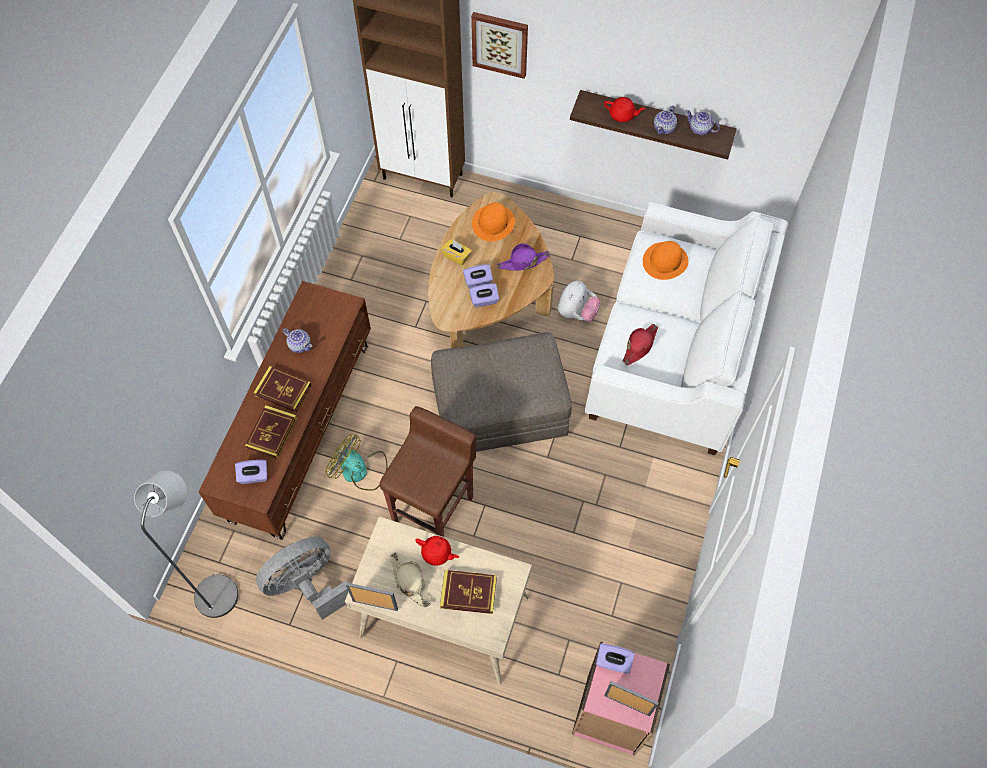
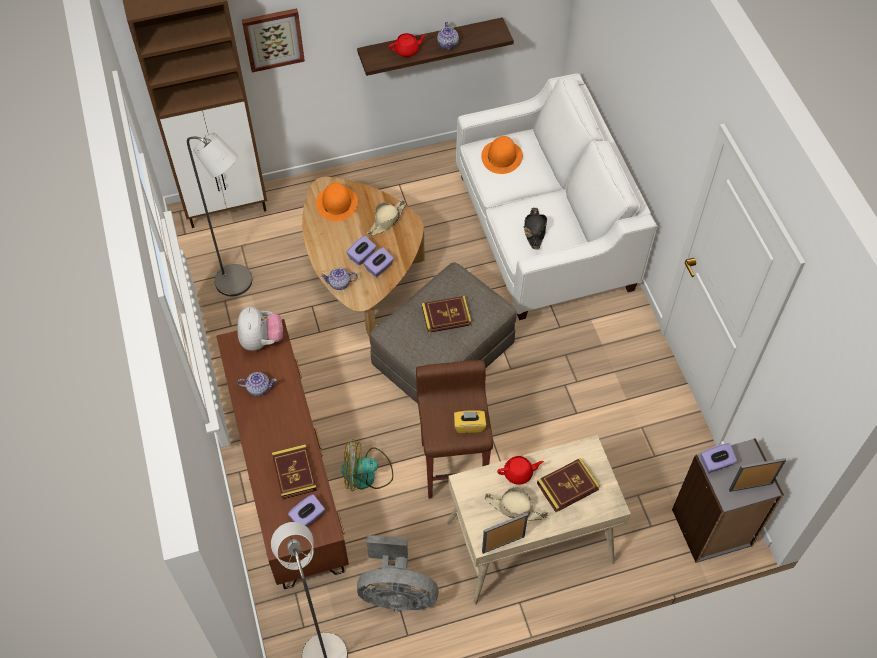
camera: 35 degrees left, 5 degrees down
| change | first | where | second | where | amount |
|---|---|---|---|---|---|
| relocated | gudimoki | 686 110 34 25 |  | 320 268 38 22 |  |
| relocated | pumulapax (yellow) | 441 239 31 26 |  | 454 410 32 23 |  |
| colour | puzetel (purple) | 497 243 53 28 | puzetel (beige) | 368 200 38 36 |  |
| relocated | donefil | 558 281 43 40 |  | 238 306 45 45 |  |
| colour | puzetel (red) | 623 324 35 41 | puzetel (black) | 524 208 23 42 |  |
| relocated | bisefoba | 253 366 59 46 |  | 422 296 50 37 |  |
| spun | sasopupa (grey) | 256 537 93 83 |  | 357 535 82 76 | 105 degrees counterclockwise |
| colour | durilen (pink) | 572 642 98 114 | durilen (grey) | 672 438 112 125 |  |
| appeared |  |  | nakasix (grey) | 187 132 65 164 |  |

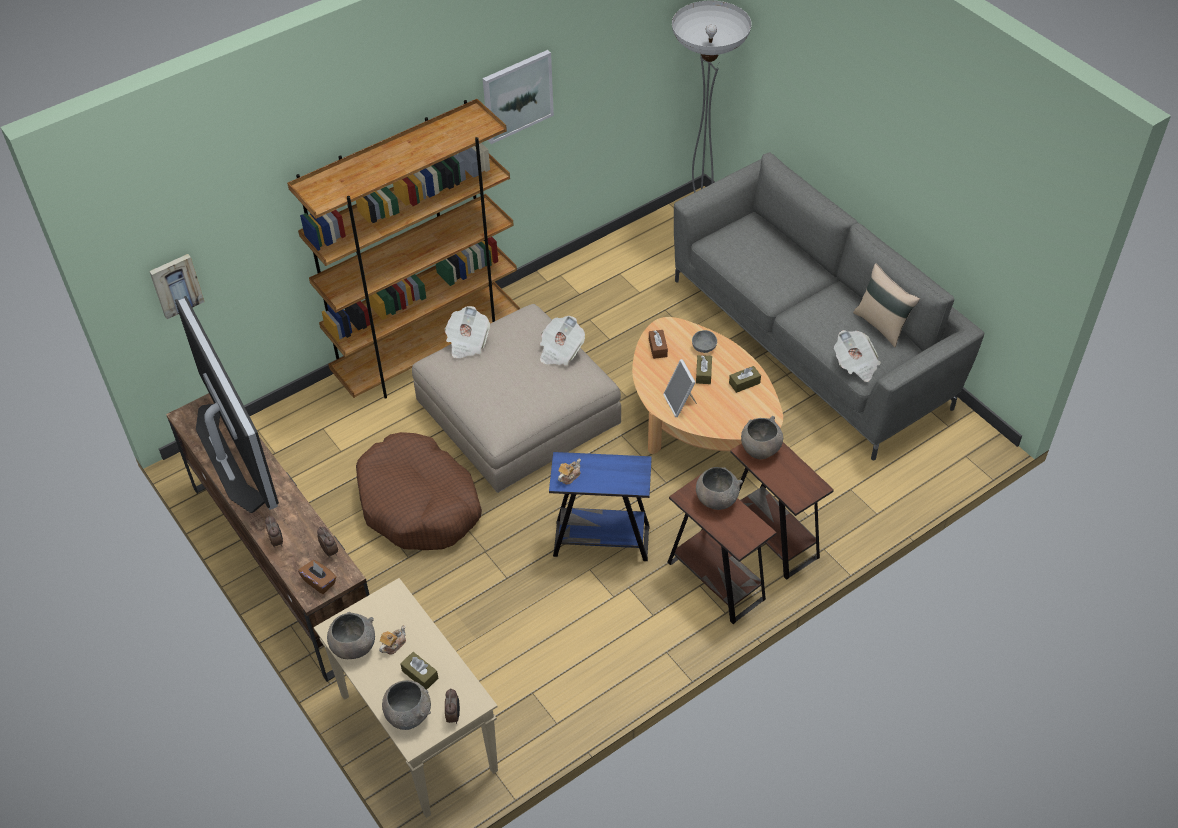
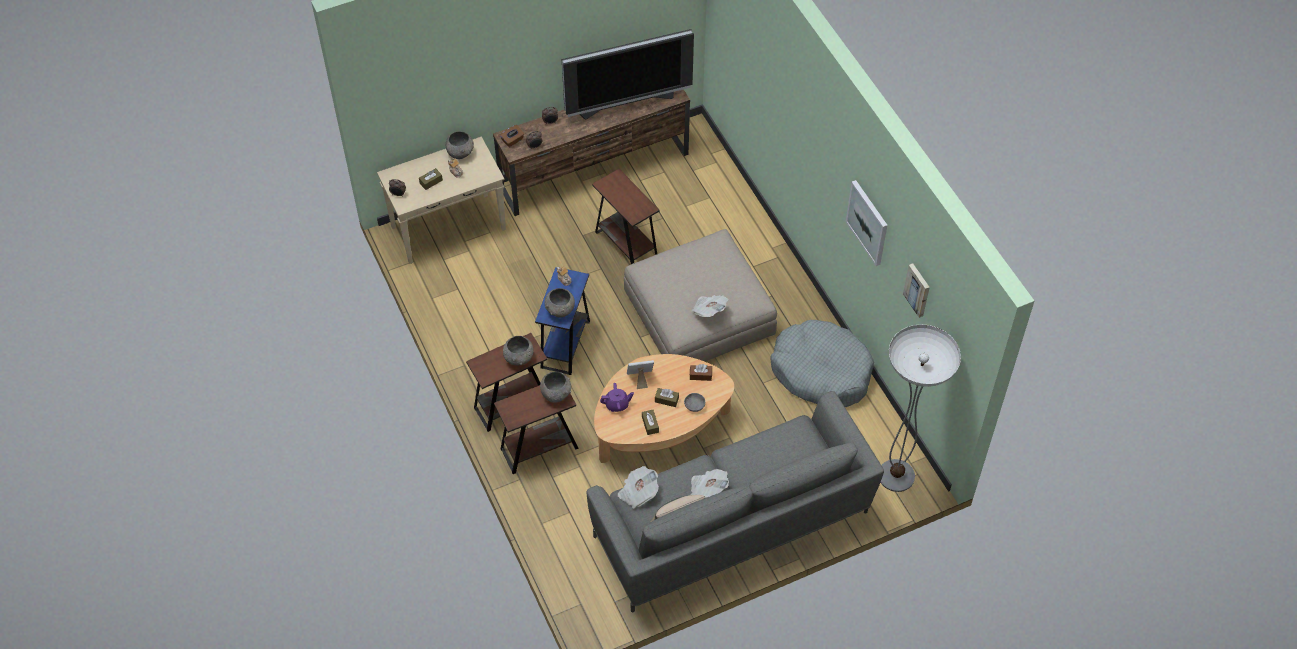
camera: 100 degrees right, 5 degrees up
| change | first | where | second | where | amount |
|---|---|---|---|---|---|
| missing | durilen (brown) | 287 99 233 300 |  |  |  |
| relocated | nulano | 149 254 56 65 |  | 903 263 27 55 |  |
| relocated | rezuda | 445 306 45 52 |  | 691 469 38 29 |  |
| exchanged | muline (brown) | 356 432 126 118 | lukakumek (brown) | 592 169 68 95 |  |
| relocated | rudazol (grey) | 382 680 49 50 |  | 544 288 31 30 |  |
| appeared |  |  | muline (grey) | 770 320 104 87 |  |
| appeared |  |  | gudimoki (purple) | 600 383 34 29 |  |

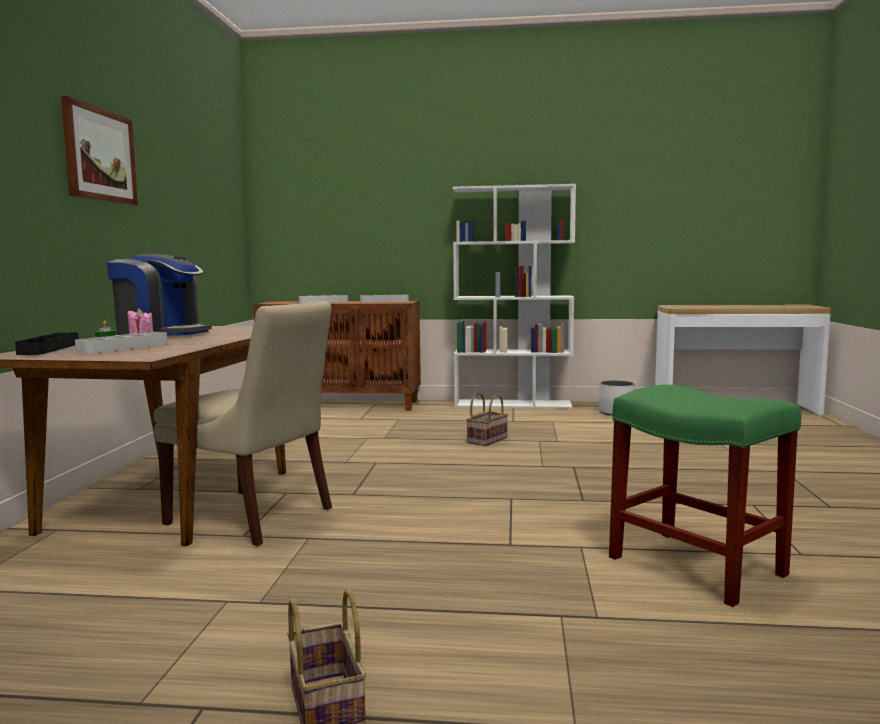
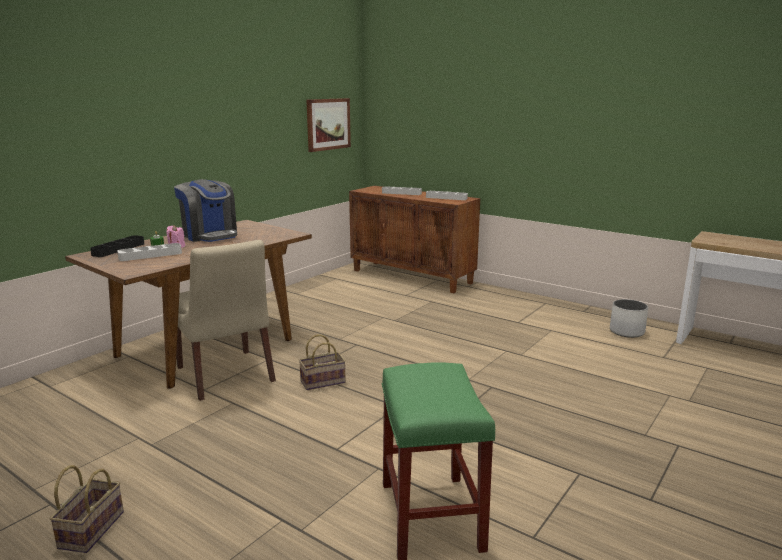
camera: 30 degrees right, 10 degrees up
| change | first | where | second | where | amount |
|---|---|---|---|---|---|
| relocated | nulano | 61 96 77 109 |  | 306 98 45 54 |  |
| missing | durilen (white) | 453 184 123 225 |  |  |  |
| relocated | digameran | 466 392 42 54 |  | 299 334 47 56 |  |

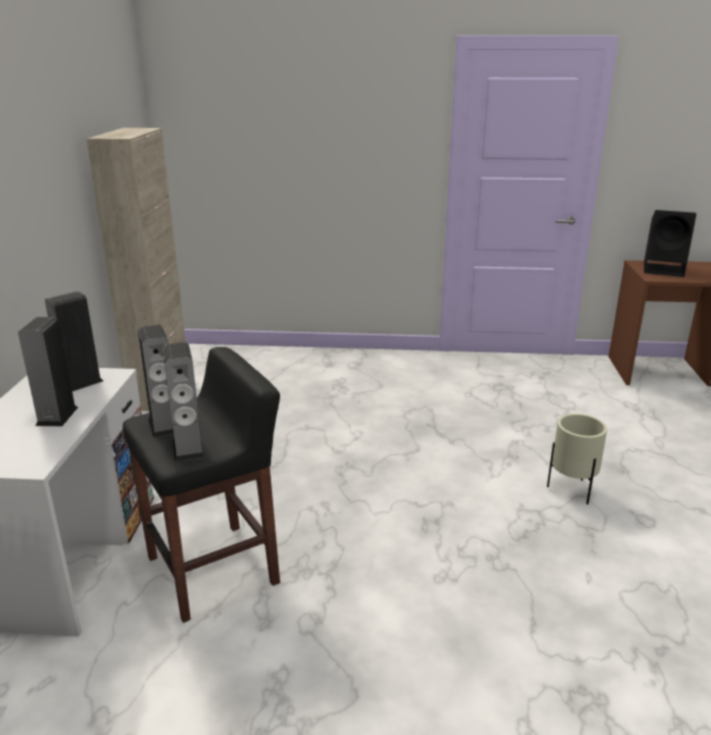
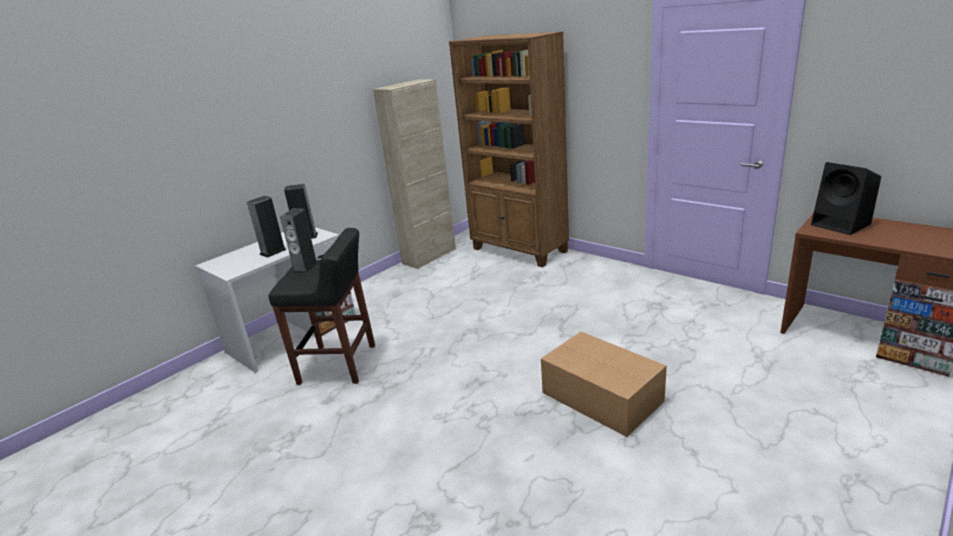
camera: 40 degrees right, 0 degrees up
| change | first | where | second | where | amount |
|---|---|---|---|---|---|
| missing | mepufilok | 163 342 42 120 |  |  |  |
| exchanged | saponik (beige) | 547 414 60 91 | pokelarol | 541 331 126 106 |  |
| appeared |  |  | durilen (brown) | 449 32 120 235 |  |

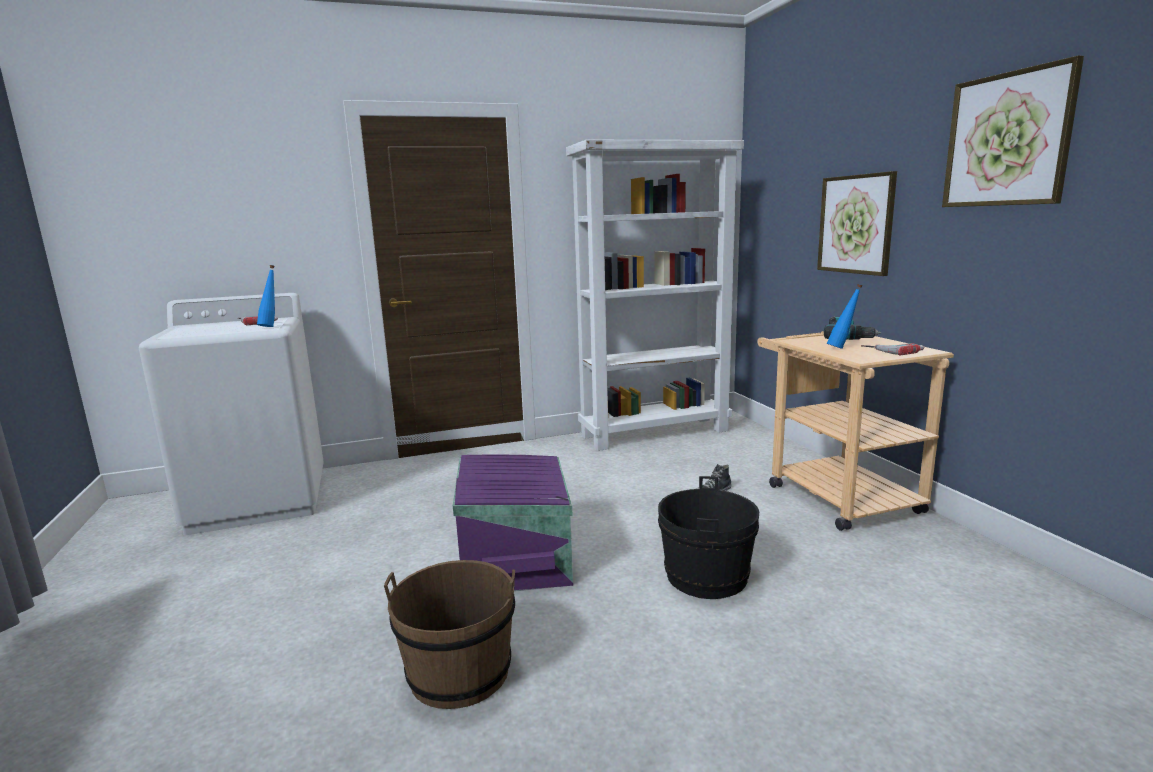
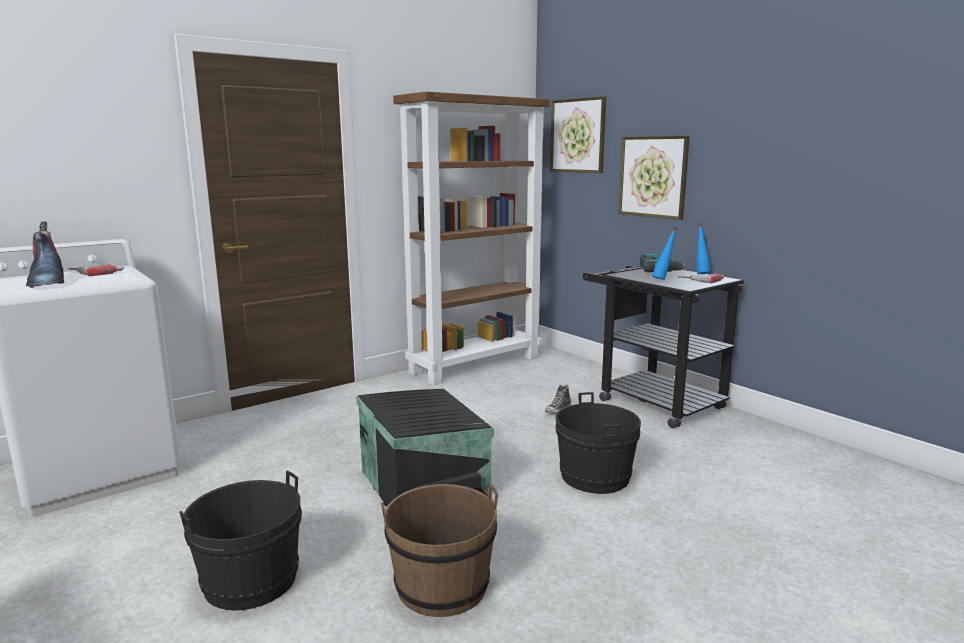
camera: 20 degrees left, 0 degrees up
| change | first | where | second | where | amount |
|---|---|---|---|---|---|
| relocated | nulano | 942 56 142 151 |  | 550 96 56 77 |  |
| colour | durilen (white) | 566 140 178 311 | durilen (brown) | 393 91 157 294 |  |
| relocated | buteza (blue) | 257 265 18 62 |  | 696 223 14 51 |  |
| colour | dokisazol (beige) | 757 331 197 200 | dokisazol (black) | 583 266 161 162 |  |
| colour | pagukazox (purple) | 453 454 120 138 | pagukazox (black) | 356 389 138 117 |  |
| appeared |  |  | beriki | 26 221 38 67 |  |
| appeared |  |  | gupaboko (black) | 179 470 123 141 |  |

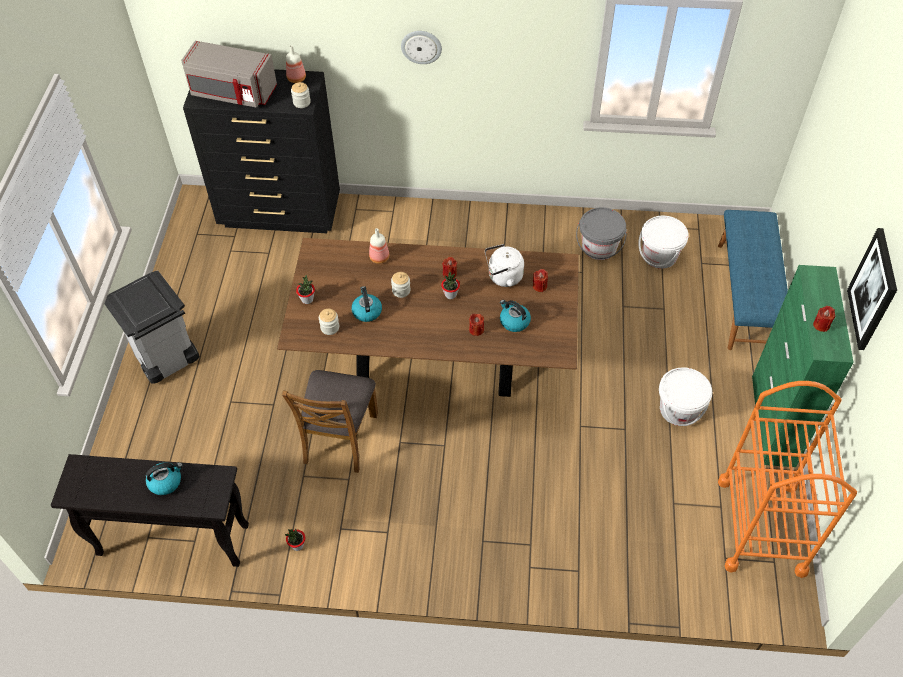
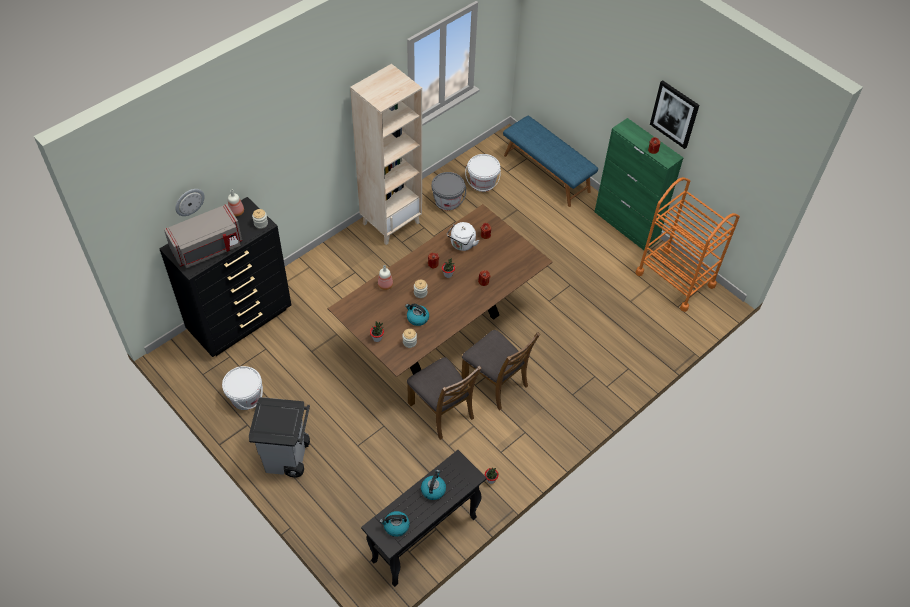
camera: 50 degrees left, 0 degrees up
| change | first | where | second | where | amount |
|---|---|---|---|---|---|
| relocated | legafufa | 401 31 41 33 |  | 175 189 30 27 |  |
| relocated | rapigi | 500 300 31 32 |  | 379 511 31 26 |  |
| relocated | gupaboko (white) | 659 367 53 59 |  | 222 366 41 44 |  |
| appeared |  |  | durilen (beige) | 350 64 72 181 |  |
| appeared |  |  | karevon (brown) | 461 330 79 80 |  |

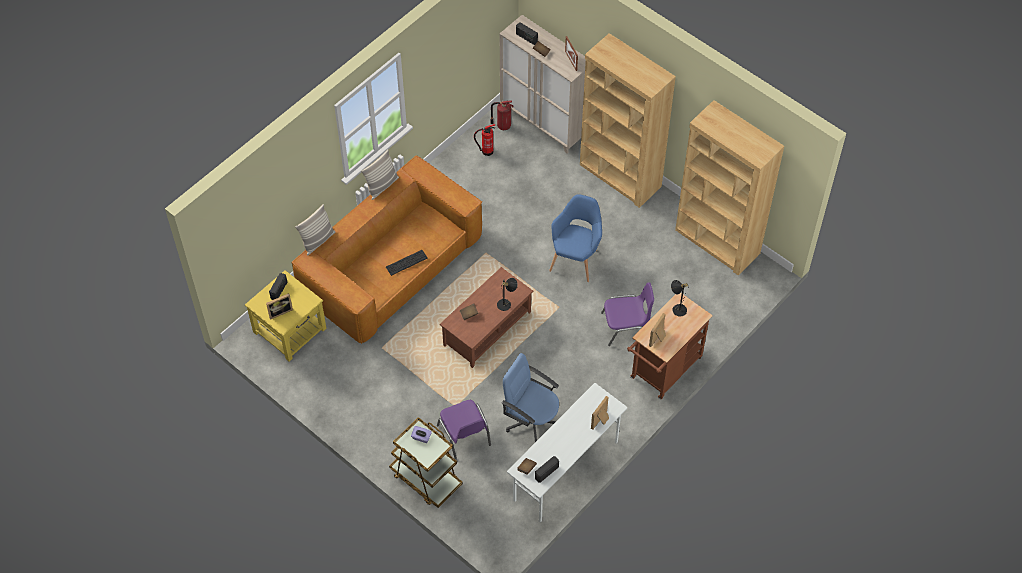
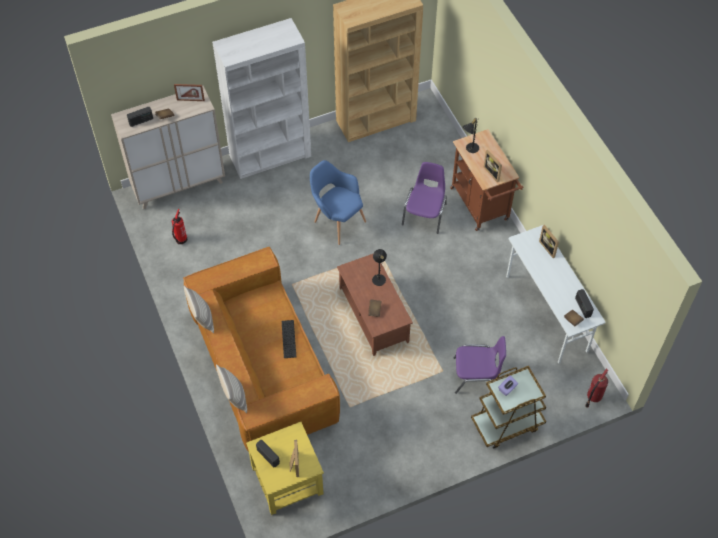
camera: 65 degrees left, 0 degrees up
| change | first | where | second | where | amount |
|---|---|---|---|---|---|
| colour | durilen (brown) | 580 33 96 175 | durilen (white) | 212 18 99 161 |  |
| relocated | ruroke | 490 100 24 30 |  | 585 369 23 38 |  |
| missing | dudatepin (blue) | 502 353 57 89 |  |  |  |

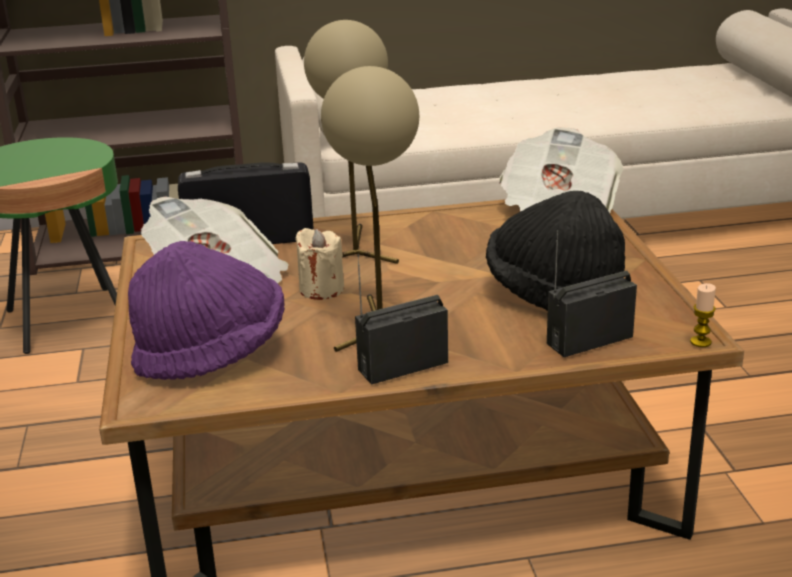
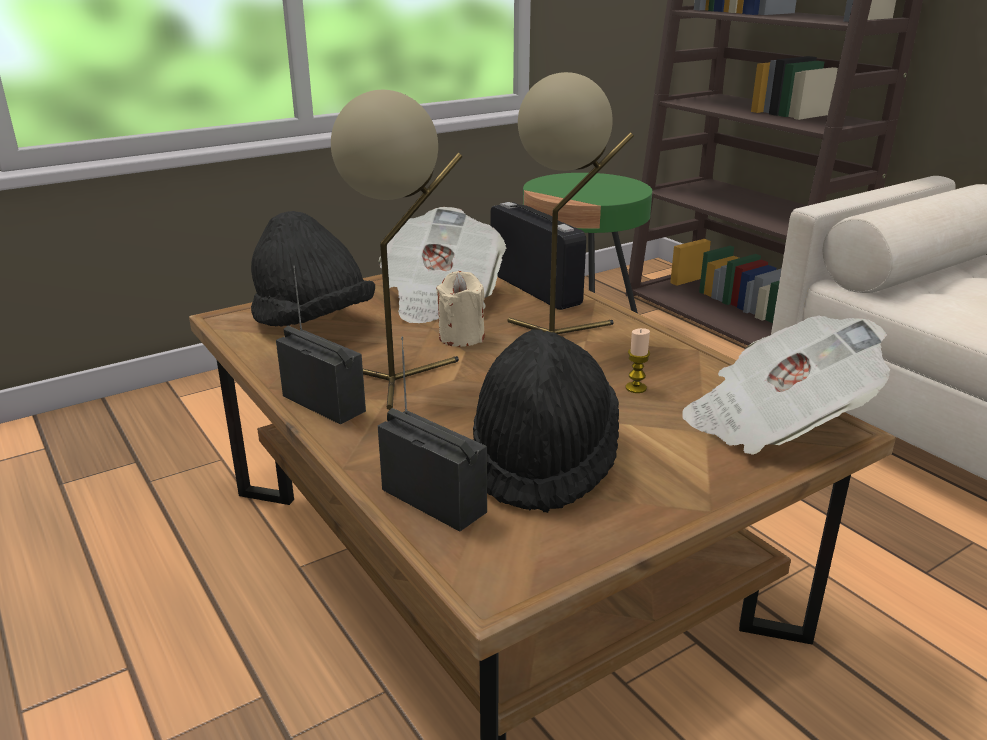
camera: 65 degrees right, 0 degrees up
| change | first | where | second | where | amount |
|---|---|---|---|---|---|
| colour | puzetel (purple) | 128 241 157 139 | puzetel (black) | 251 211 124 116 |  |
| relocated | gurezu | 690 283 26 64 |  | 625 328 25 65 |  |

